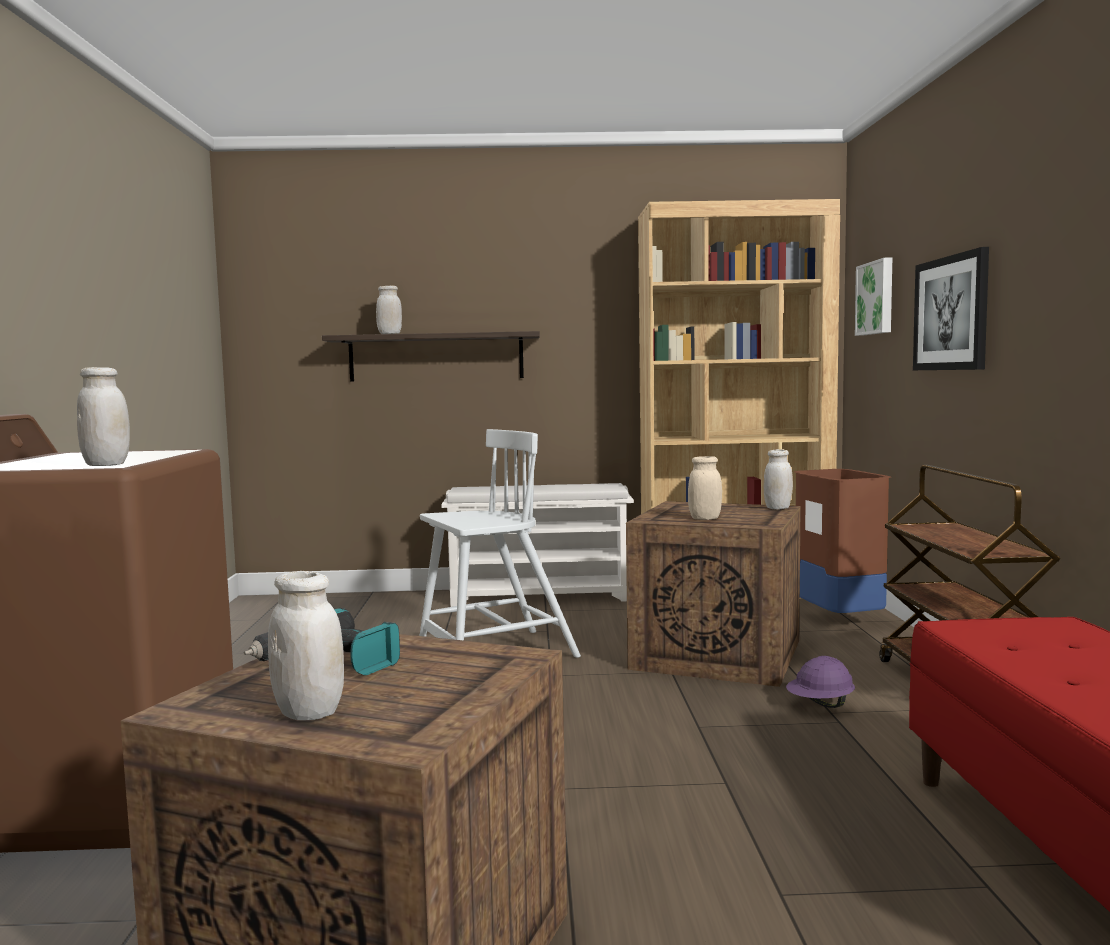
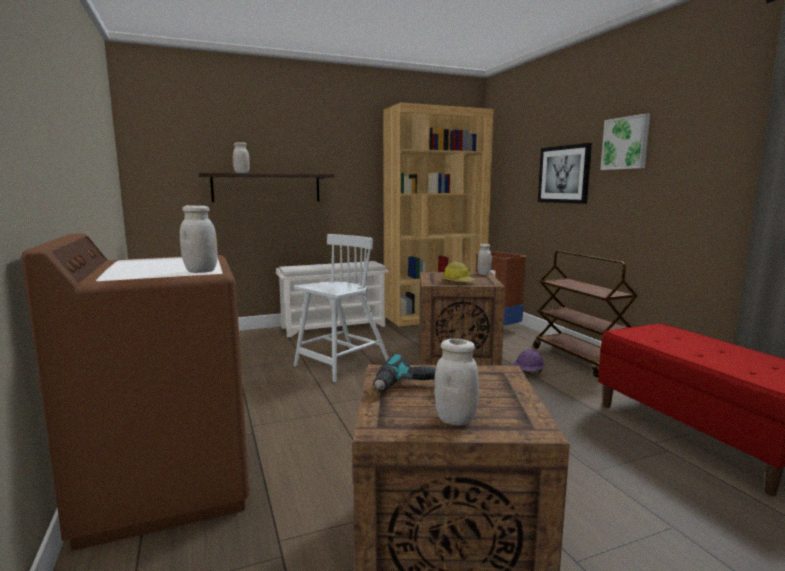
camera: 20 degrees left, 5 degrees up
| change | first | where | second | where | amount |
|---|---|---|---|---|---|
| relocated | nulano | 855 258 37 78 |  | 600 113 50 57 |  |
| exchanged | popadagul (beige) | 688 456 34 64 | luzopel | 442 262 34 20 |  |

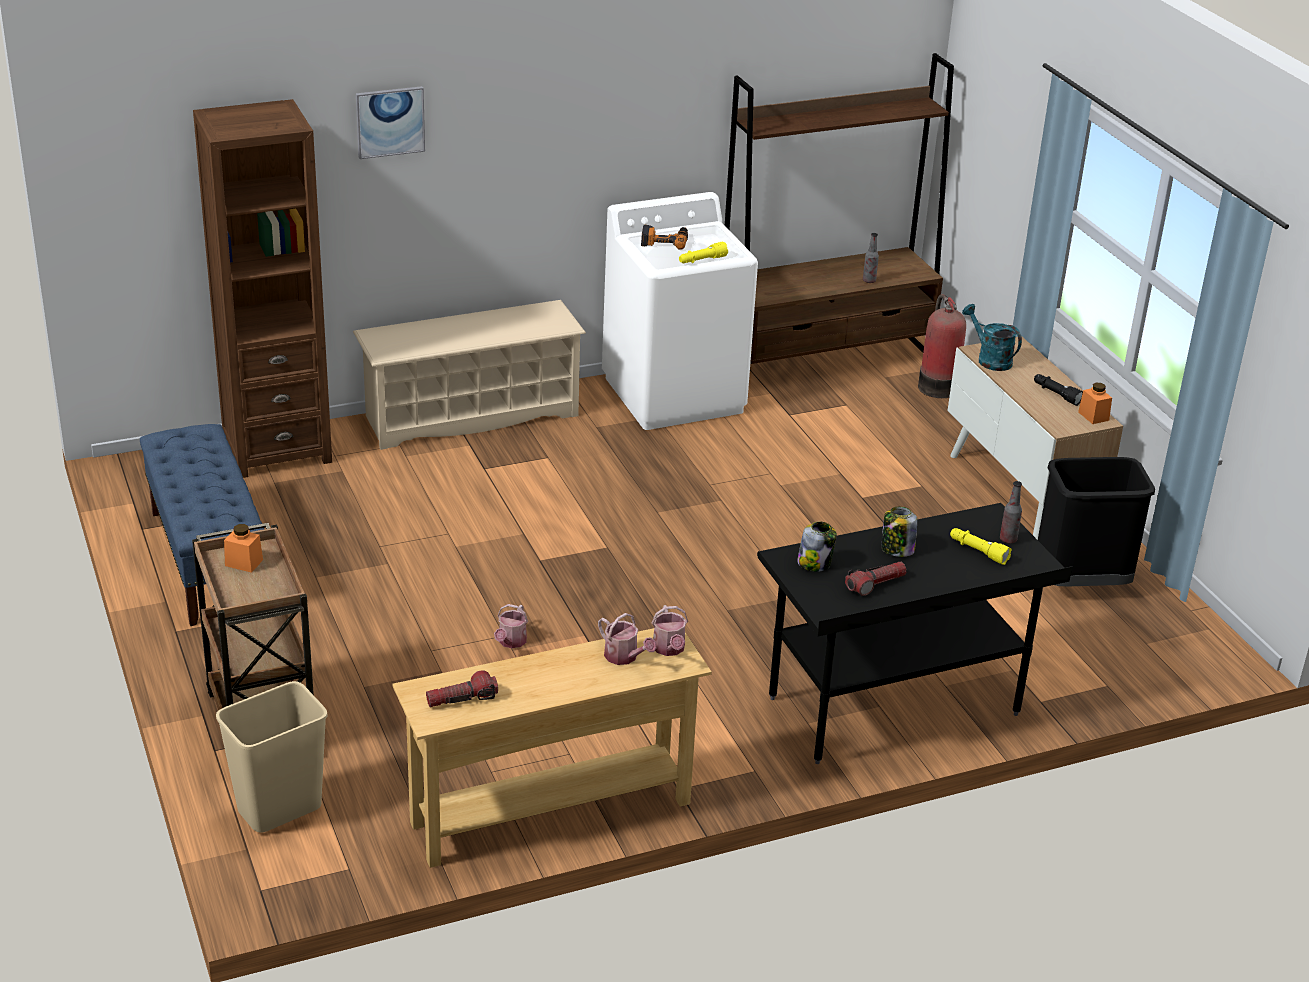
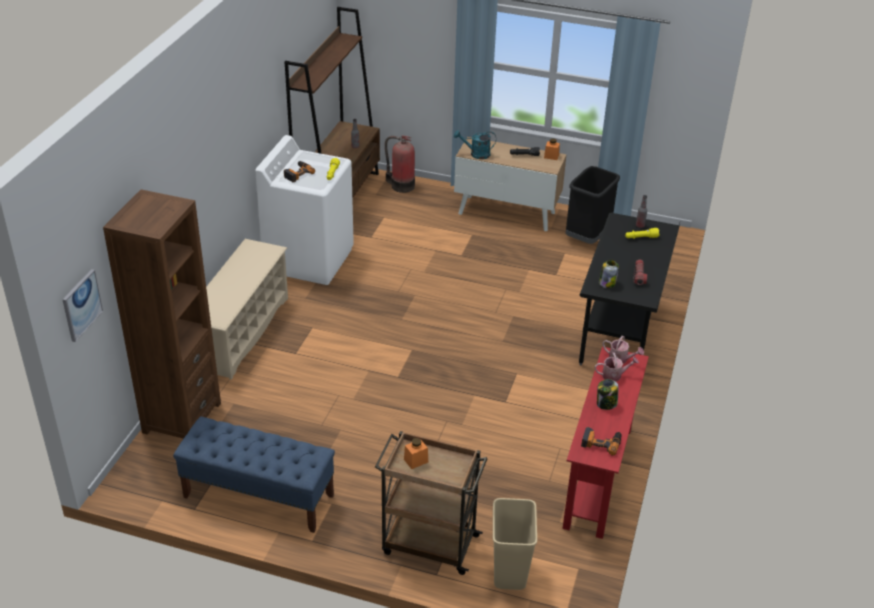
camera: 50 degrees left, 5 degrees up
| change | first | where | second | where | amount |
|---|---|---|---|---|---|
| relocated | nulano | 356 86 69 73 |  | 62 269 41 73 |  |
| relocated | popadagul | 881 507 36 50 |  | 597 379 22 31 |  |
| missing | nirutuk | 494 604 34 44 |  |  |  |
| colour | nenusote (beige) | 393 628 319 240 | nenusote (red) | 562 346 87 193 |  |
| exchanged | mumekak | 426 670 72 37 | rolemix | 581 427 41 29 |  |

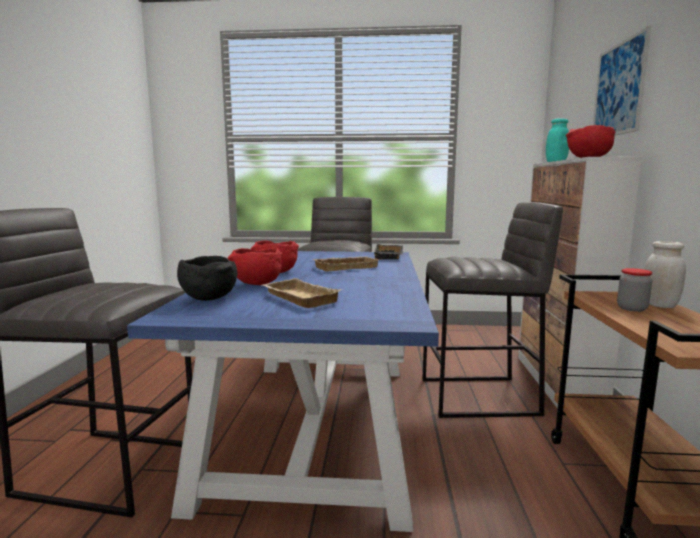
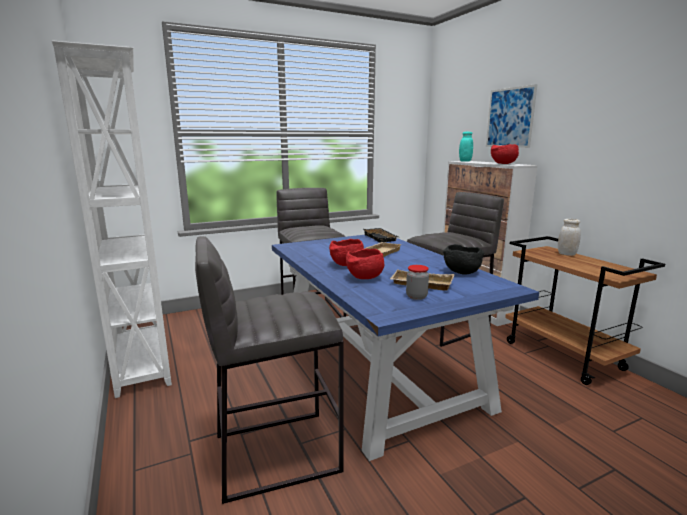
camera: 30 degrees left, 5 degrees up
| change | first | where | second | where | amount |
|---|---|---|---|---|---|
| relocated | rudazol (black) | 177 256 61 45 |  | 443 244 41 31 |  |
| relocated | popadagul | 617 268 35 44 |  | 406 265 23 35 |  |
| appeared |  |  | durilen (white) | 52 40 120 358 |  |

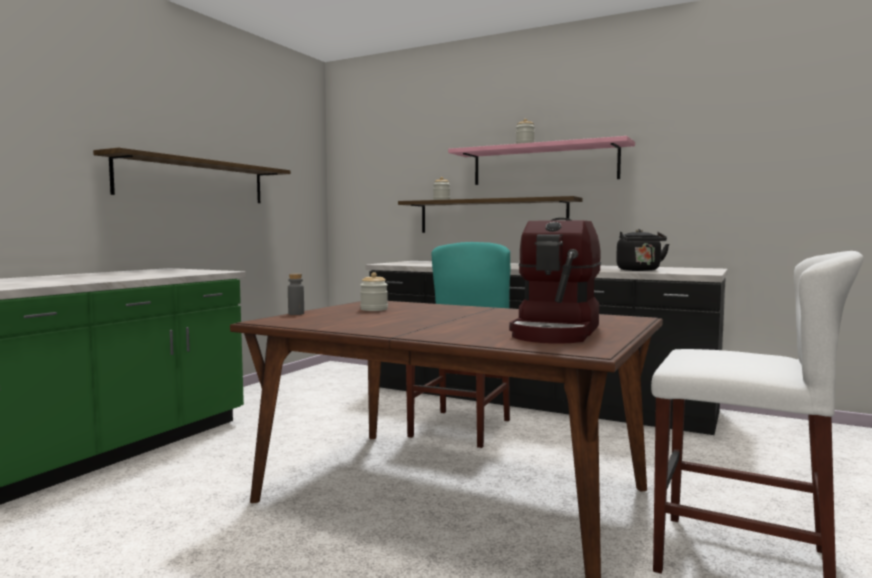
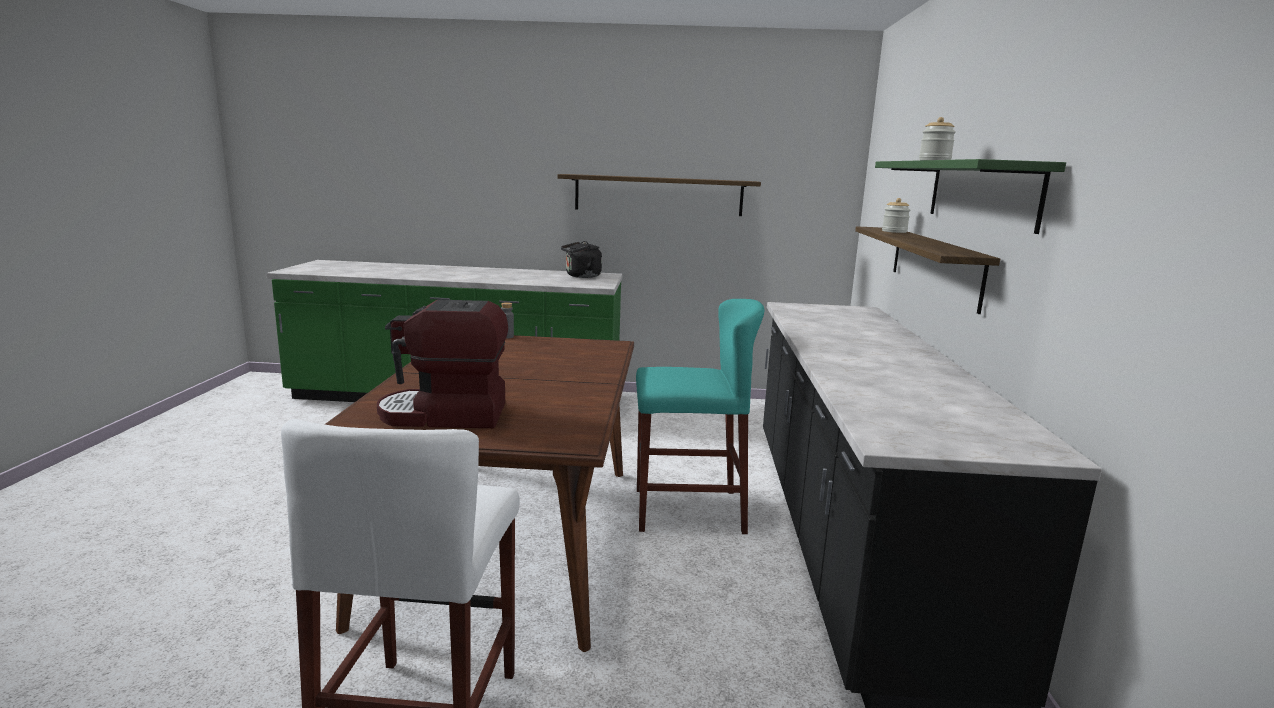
camera: 65 degrees right, 10 degrees up
| change | first | where | second | where | amount |
|---|---|---|---|---|---|
| colour | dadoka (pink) | 448 136 187 49 | dadoka (green) | 875 159 191 75 |  |
| relocated | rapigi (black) | 616 229 53 42 |  | 561 241 41 37 |  |
| missing | popadagul | 360 272 28 39 |  |  |  |

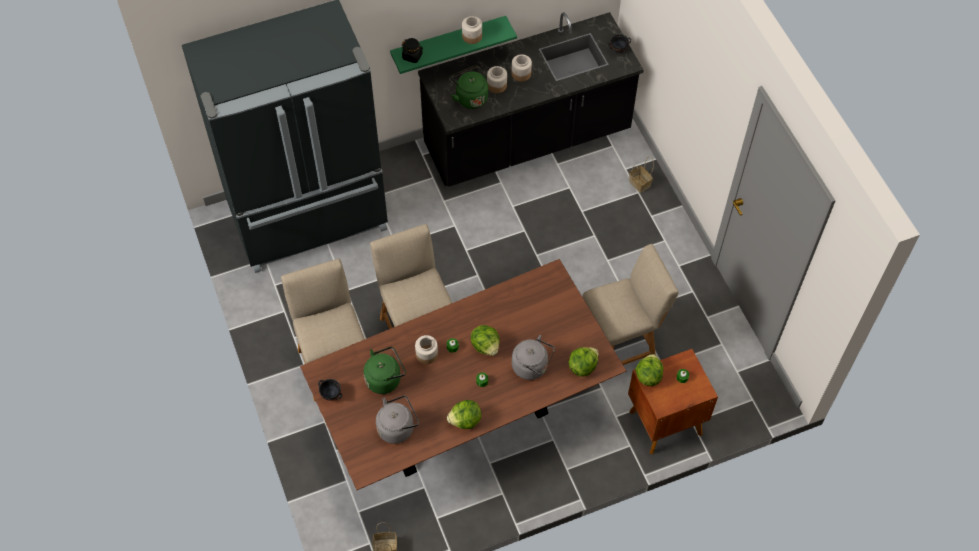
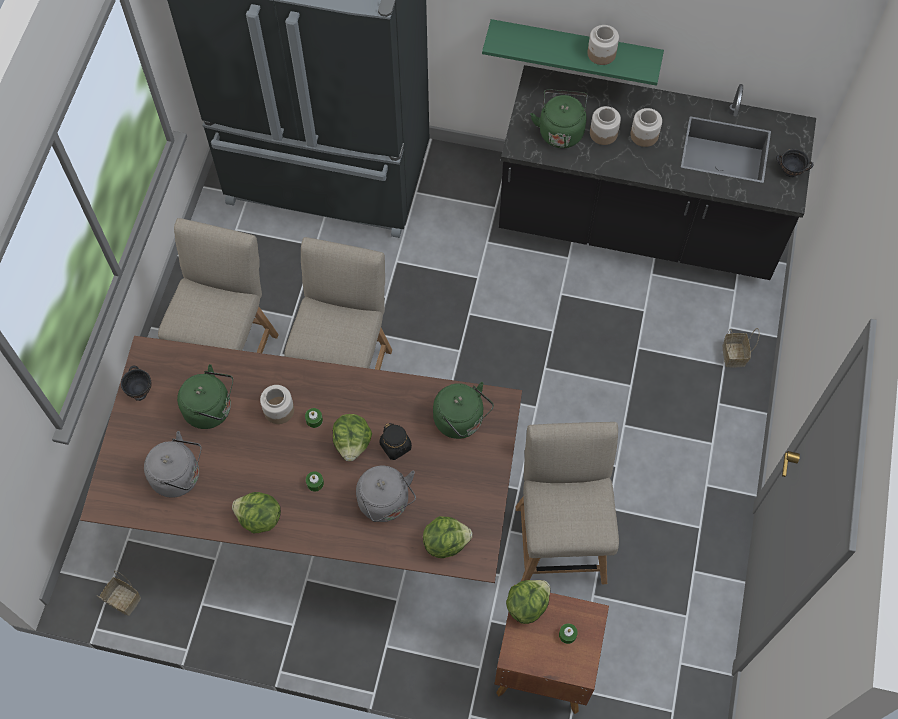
camera: 35 degrees right, 5 degrees up
| change | first | where | second | where | amount |
|---|---|---|---|---|---|
| relocated | popadagul (black) | 401 38 22 25 |  | 379 423 33 37 |  |
| spun | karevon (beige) | 582 244 97 121 |  | 516 422 103 162 | 105 degrees counterclockwise |
| appeared |  |  | rapigi (green) | 433 382 61 57 |  |

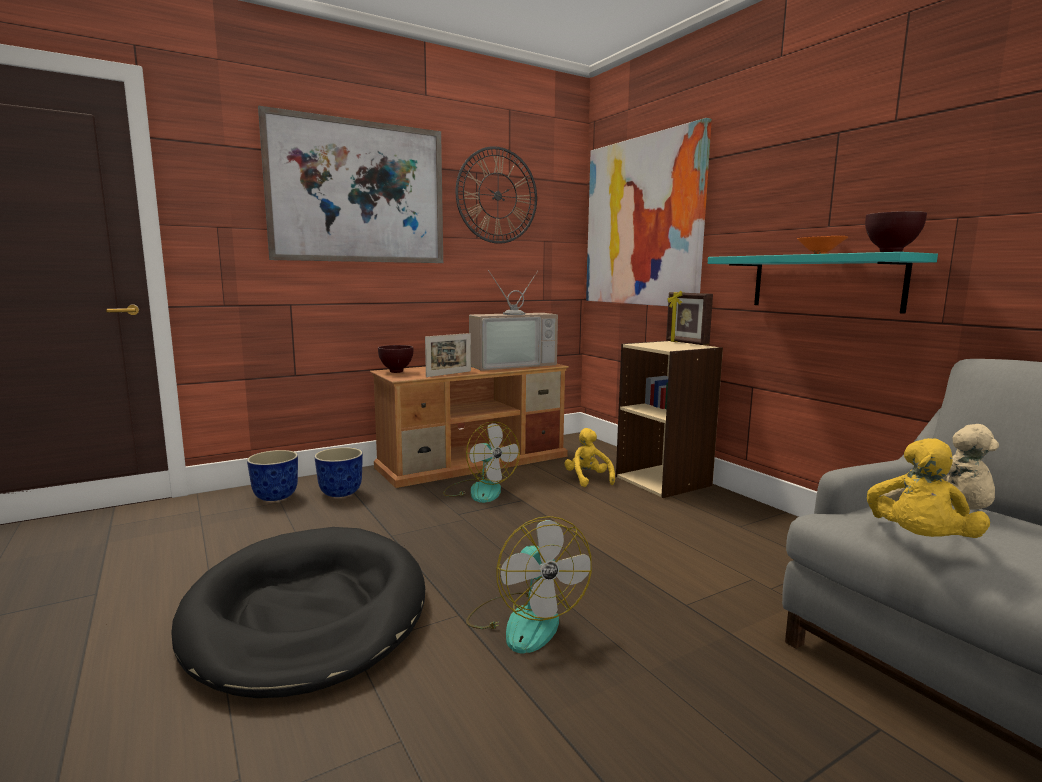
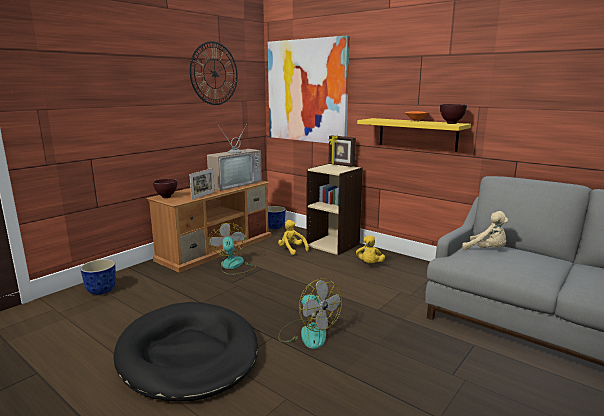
camera: 20 degrees left, 5 degrees up
| change | first | where | second | where | amount |
|---|---|---|---|---|---|
| missing | nulano | 258 106 185 157 |  |  |  |
| colour | dadoka (turquoise) | 708 252 230 62 | dadoka (yellow) | 357 118 114 34 |  |
| spun | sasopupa | 443 421 77 82 |  | 208 223 48 52 | 135 degrees counterclockwise |
| relocated | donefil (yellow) | 867 438 123 100 |  | 356 235 29 28 |  |
| relocated | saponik | 314 447 49 50 |  | 268 206 18 23 |  |

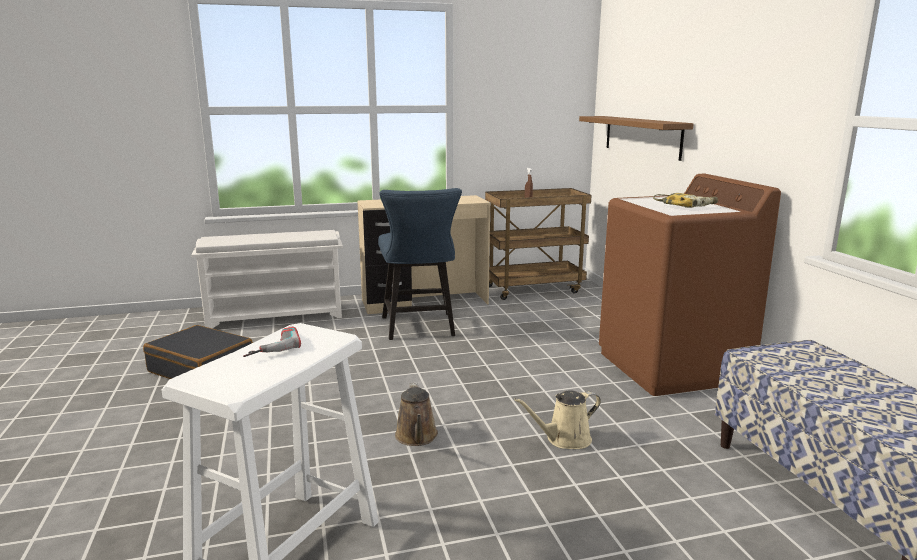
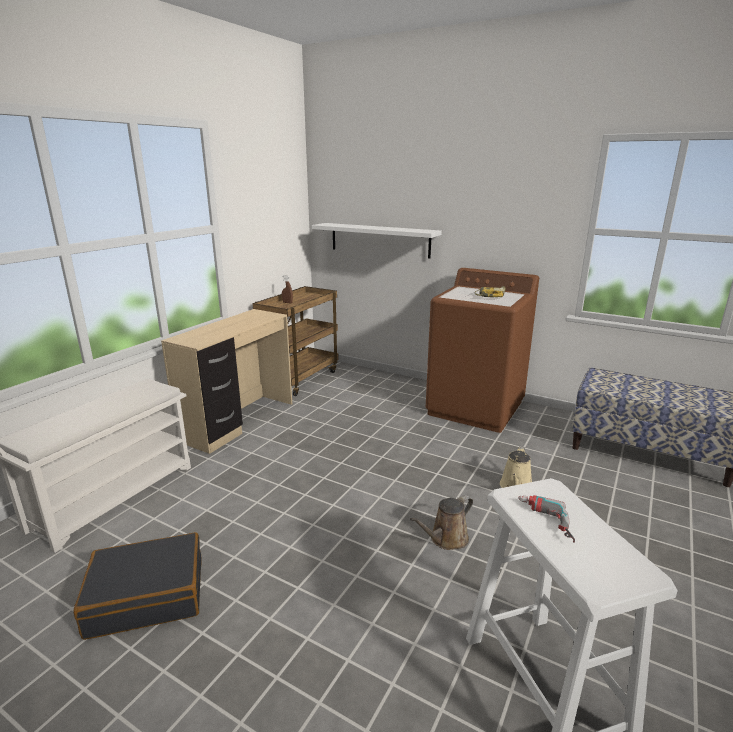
camera: 45 degrees left, 5 degrees up
| change | first | where | second | where | amount |
|---|---|---|---|---|---|
| colour | dadoka (brown) | 579 116 115 45 | dadoka (white) | 312 223 130 36 |  |
| missing | karevon (blue) | 378 188 84 152 |  |  |  |
| spun | nirutuk (brown) | 395 382 43 64 |  | 410 495 63 55 | 105 degrees clockwise |

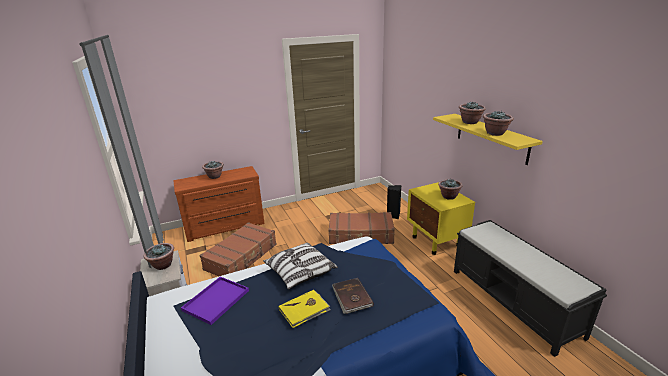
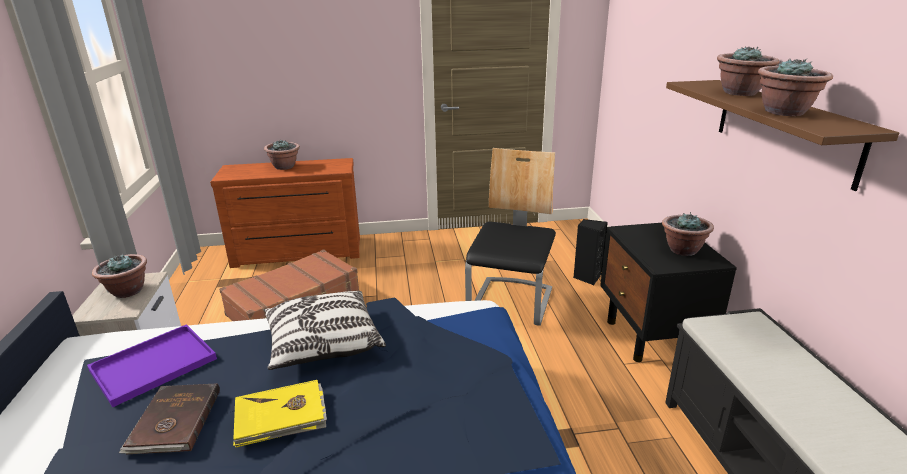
camera: 15 degrees right, 0 degrees up
| change | first | where | second | where | amount |
|---|---|---|---|---|---|
| colour | dadoka (yellow) | 433 114 110 51 | dadoka (brown) | 666 80 233 111 |  |
| colour | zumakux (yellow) | 407 182 68 73 | zumakux (black) | 600 223 137 139 |  |
| exchanged | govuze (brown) | 328 212 67 32 | karevon | 465 148 91 178 |  |
| relocated | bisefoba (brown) | 332 278 42 36 |  | 119 383 101 71 |  |

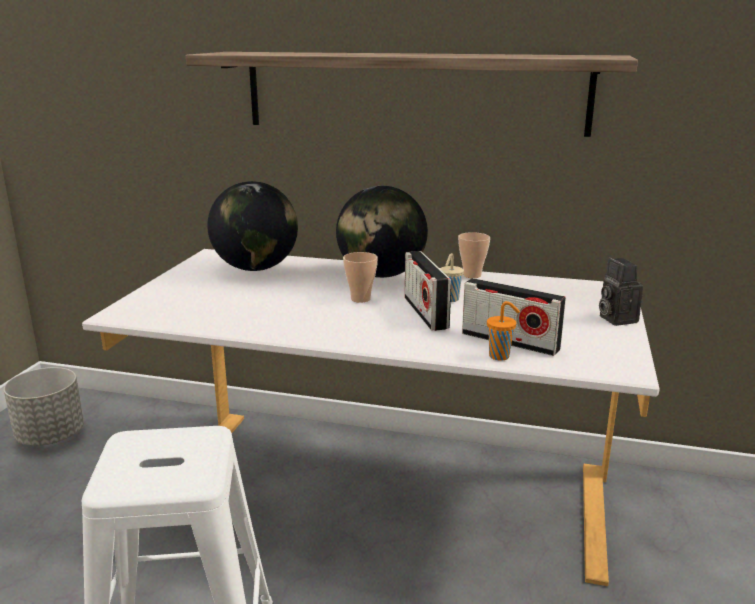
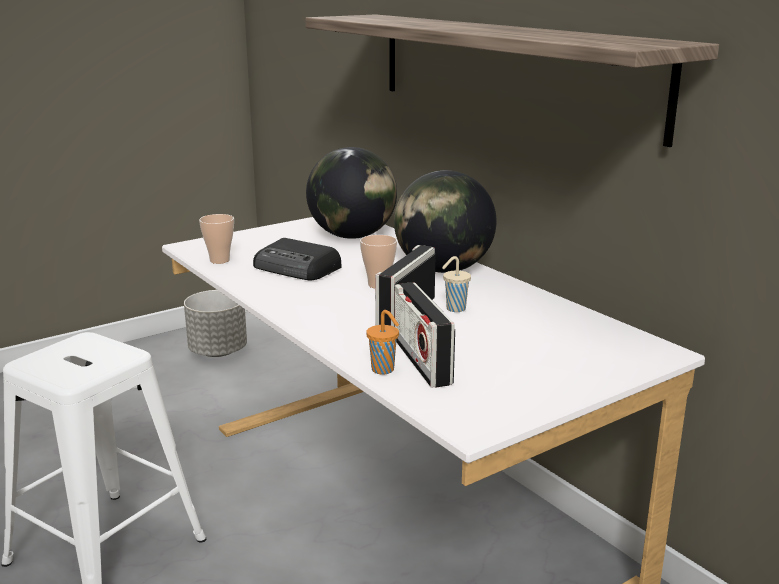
camera: 40 degrees right, 0 degrees up
| change | first | where | second | where | amount |
|---|---|---|---|---|---|
| relocated | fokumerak | 458 232 32 46 |  | 199 214 35 50 |  |
| missing | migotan | 599 258 44 68 |  |  |  |
| appeared |  |  | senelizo | 253 238 89 42 |  |

